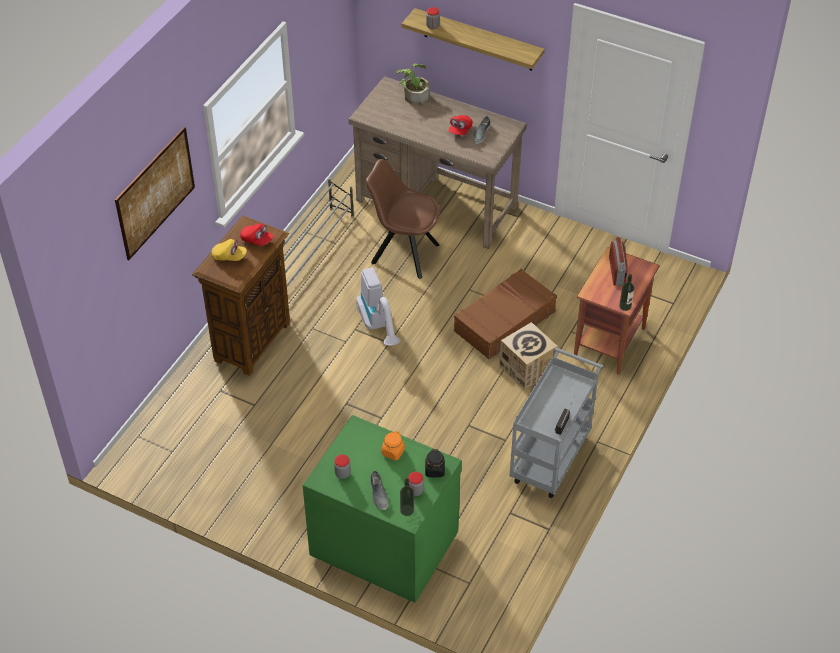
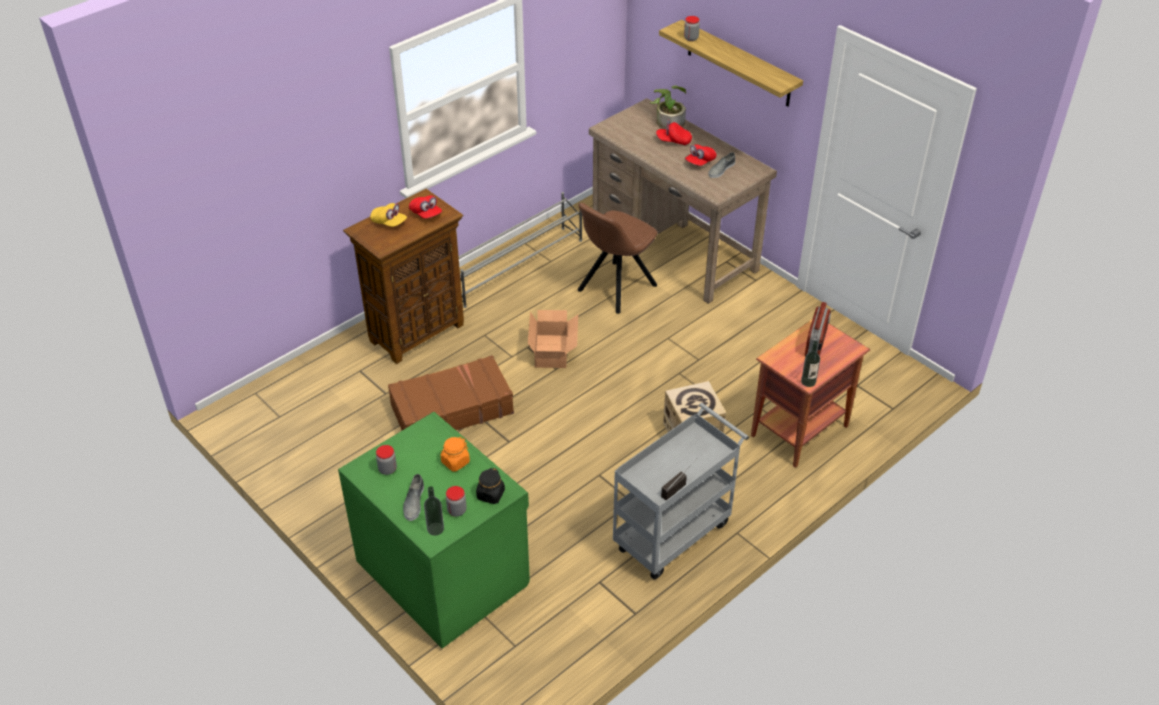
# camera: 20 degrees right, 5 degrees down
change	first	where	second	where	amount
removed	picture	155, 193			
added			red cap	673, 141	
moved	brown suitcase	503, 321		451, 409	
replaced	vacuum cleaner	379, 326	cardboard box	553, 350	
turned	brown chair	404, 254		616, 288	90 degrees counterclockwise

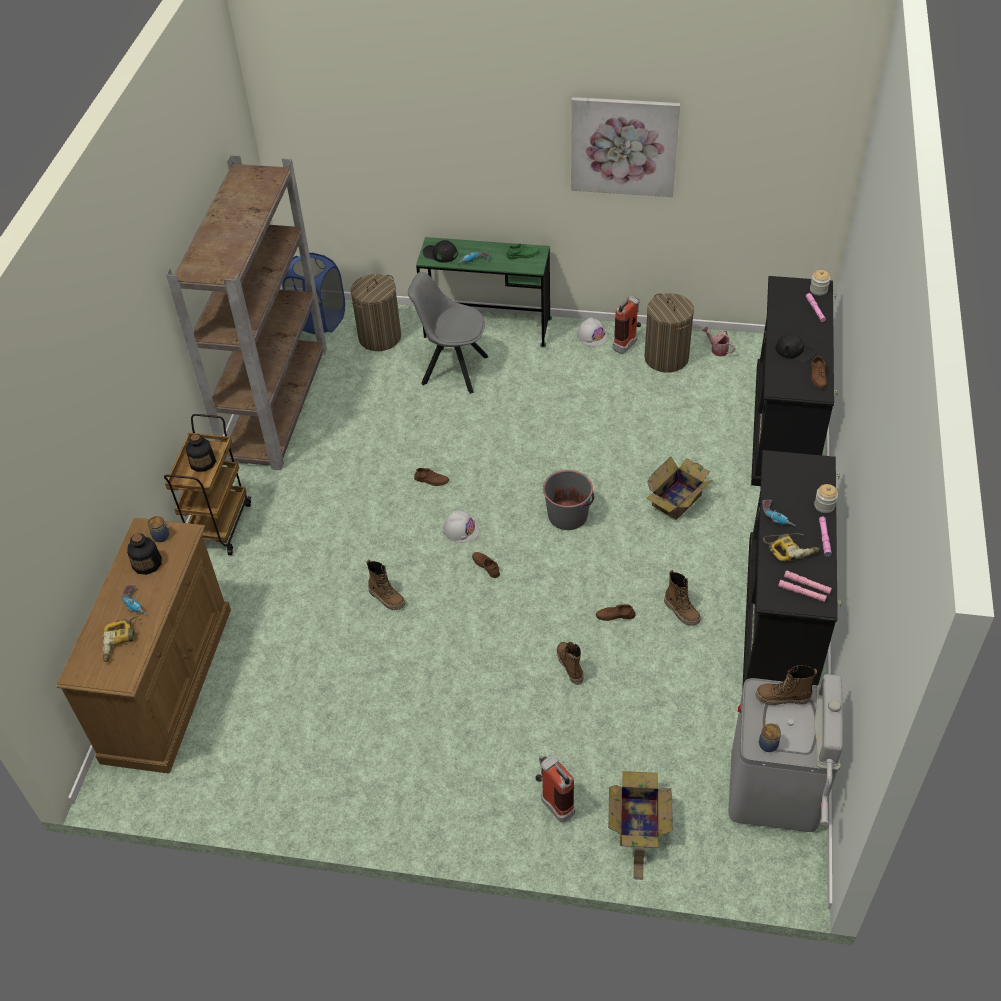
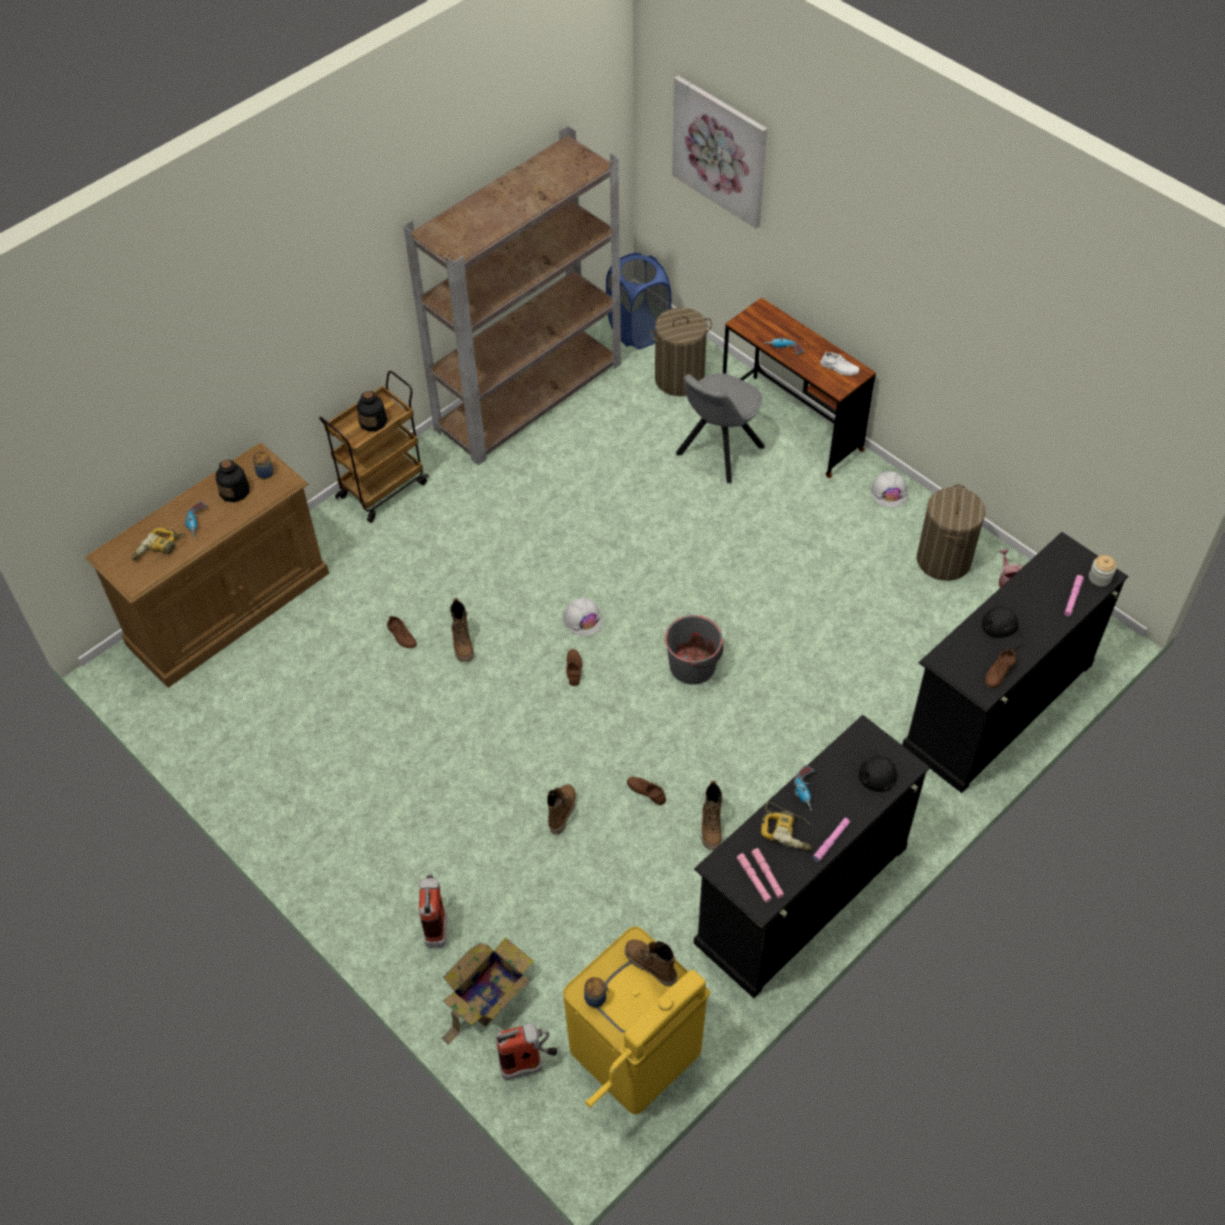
# camera: 35 degrees right, 5 degrees up
change	first	where	second	where	amount
removed	cardboard box	678, 499			
removed	jar	824, 506			
moved	brown shoe	431, 480		401, 635	
moved	black cap	440, 254		872, 770	
moved	picture	623, 146		719, 151	
moved	fire extinguisher	628, 343		529, 1065	
recoloured	green desk	487, 328	brown desk	791, 426	
recoloured	green shoe	523, 255	white shoe	839, 368	
recoloured	grey washing machine	774, 792	yellow washing machine	634, 1054	
turned	grey chair	453, 369		718, 452	105 degrees counterclockwise

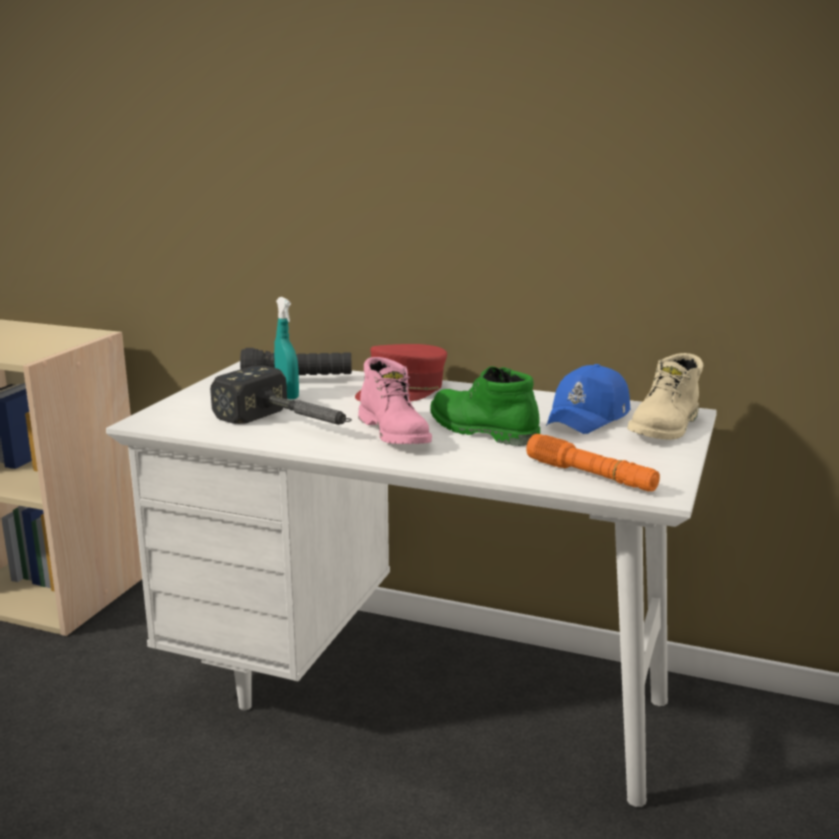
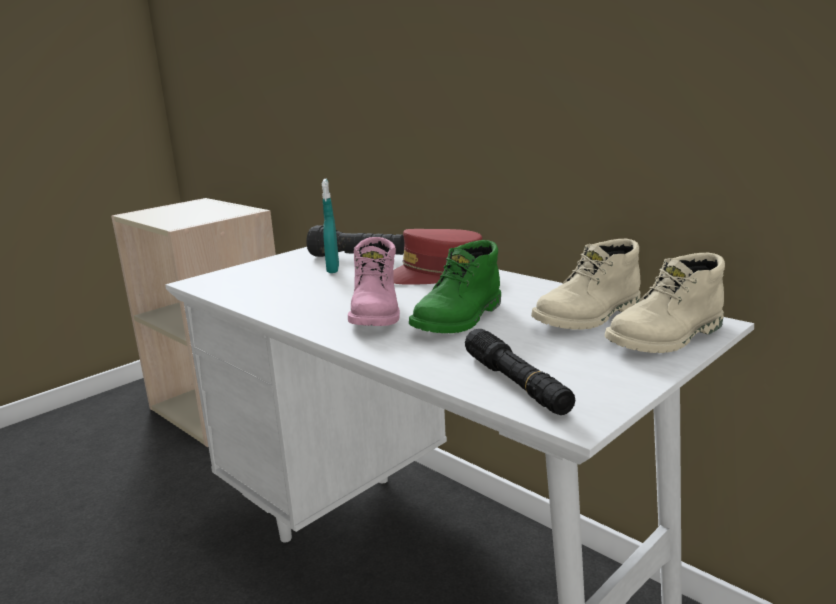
# camera: 25 degrees right, 0 degrees up
change	first	where	second	where	amount
removed	hammer	291, 425			
replaced	blue cap	589, 417	beige boot	589, 316	
recoloured	orange flashlight	590, 475	black flashlight	516, 384	
turned	green boot	481, 430		460, 319	120 degrees counterclockwise

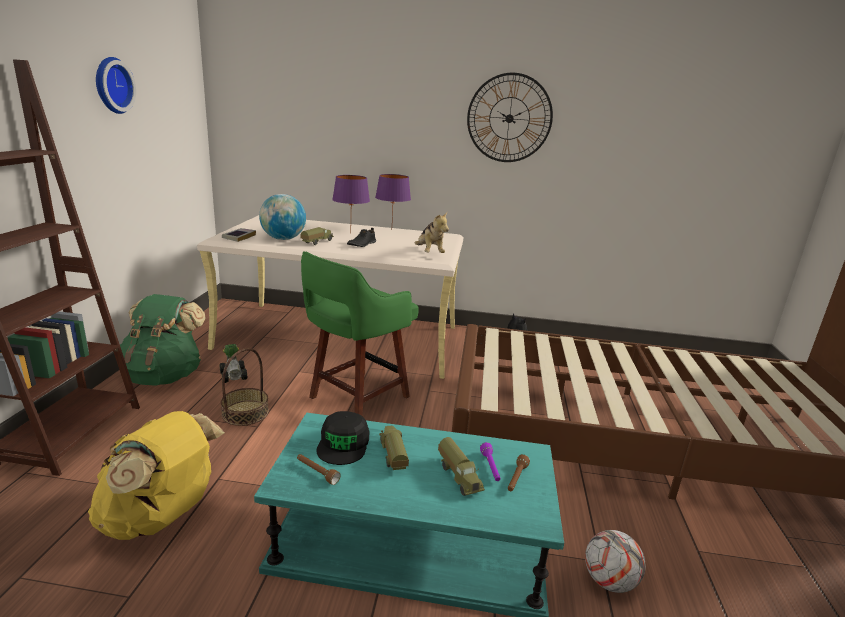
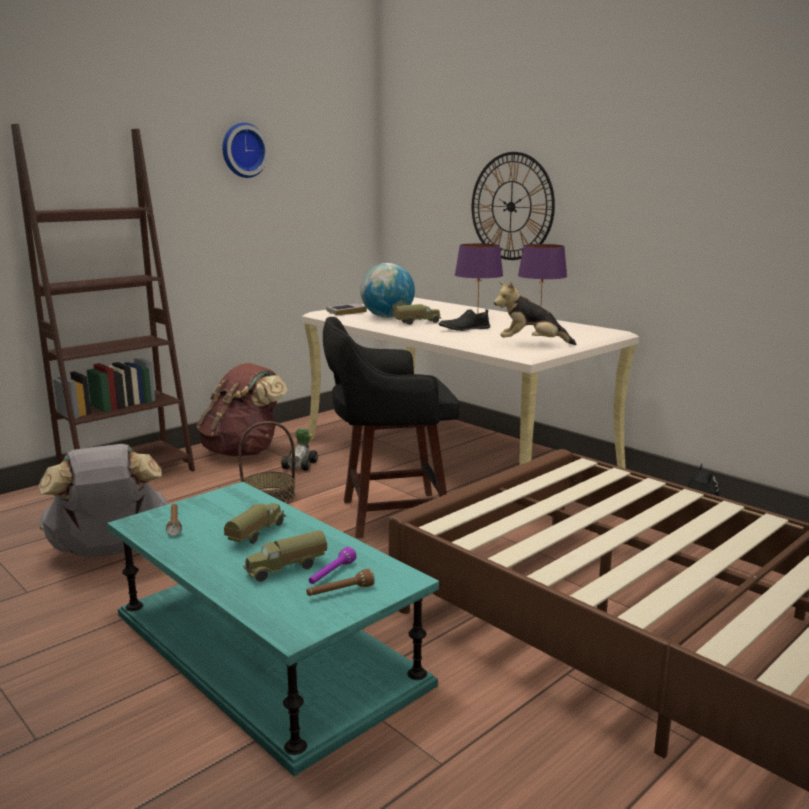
# camera: 40 degrees right, 5 degrees down
change	first	where	second	where	amount
removed	black cap	343, 444			
removed	football	609, 581			
moved	wall clock	509, 118		511, 206	
recoloured	yellow backpack	162, 517	grey backpack	109, 551	
recoloured	green backpack	164, 376	brown backpack	243, 452	
recoloured	green stool	356, 399	black stool	389, 515	
turned	plush toy	429, 253		531, 344	75 degrees clockwise
turned	toy truck	459, 476		287, 569	45 degrees clockwise

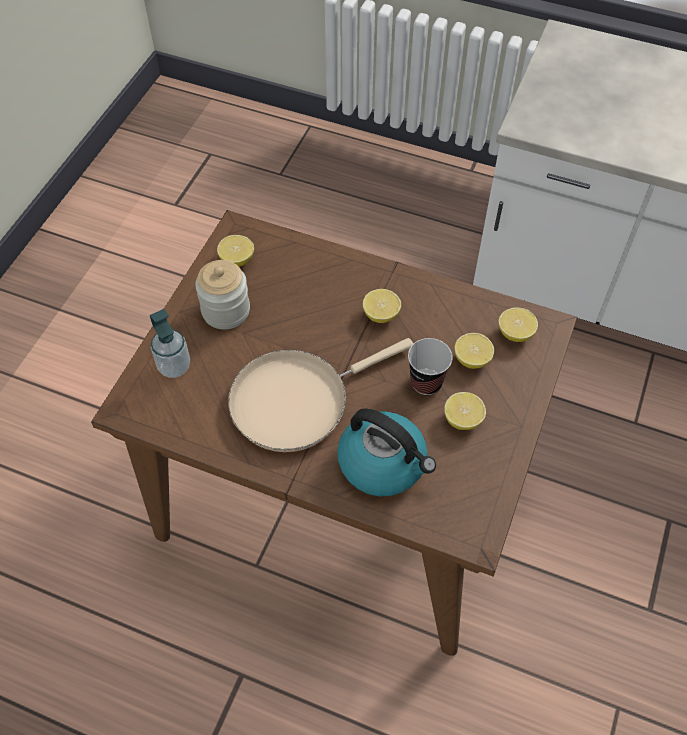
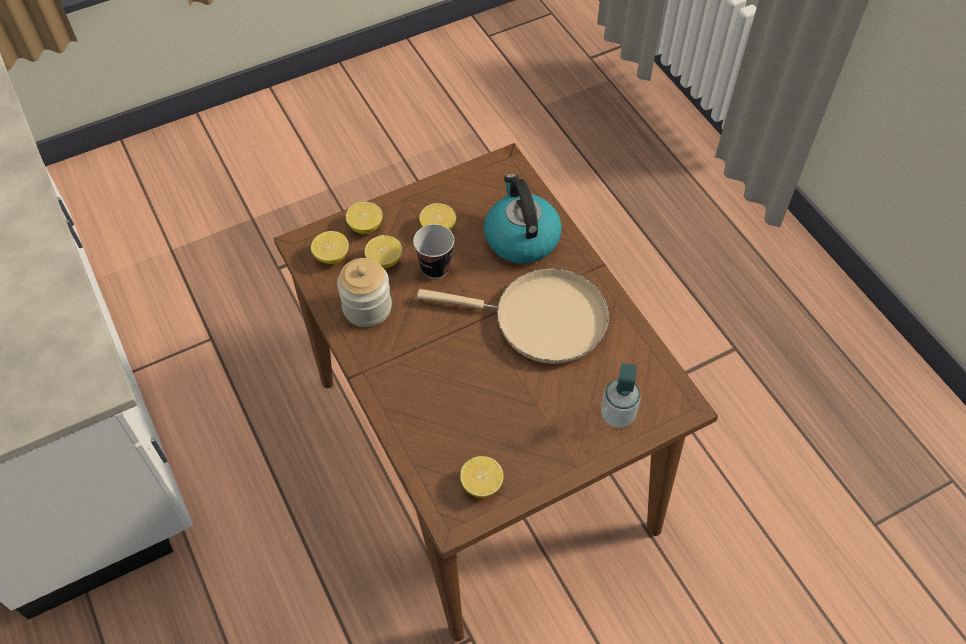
# camera: 140 degrees left, 0 degrees up
change	first	where	second	where	amount
moved	jar	226, 311		367, 307	
moved	lemon	381, 314		365, 226	

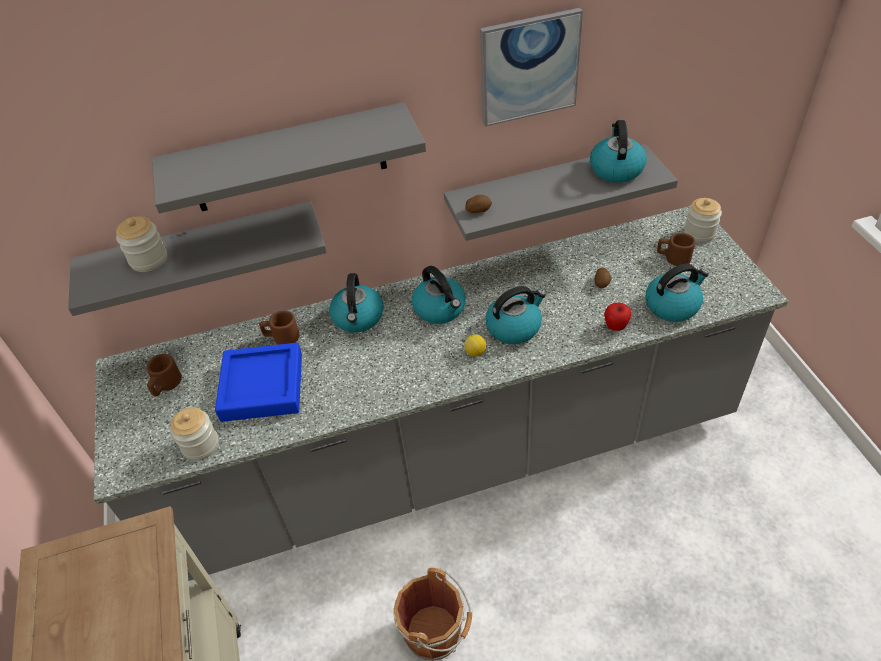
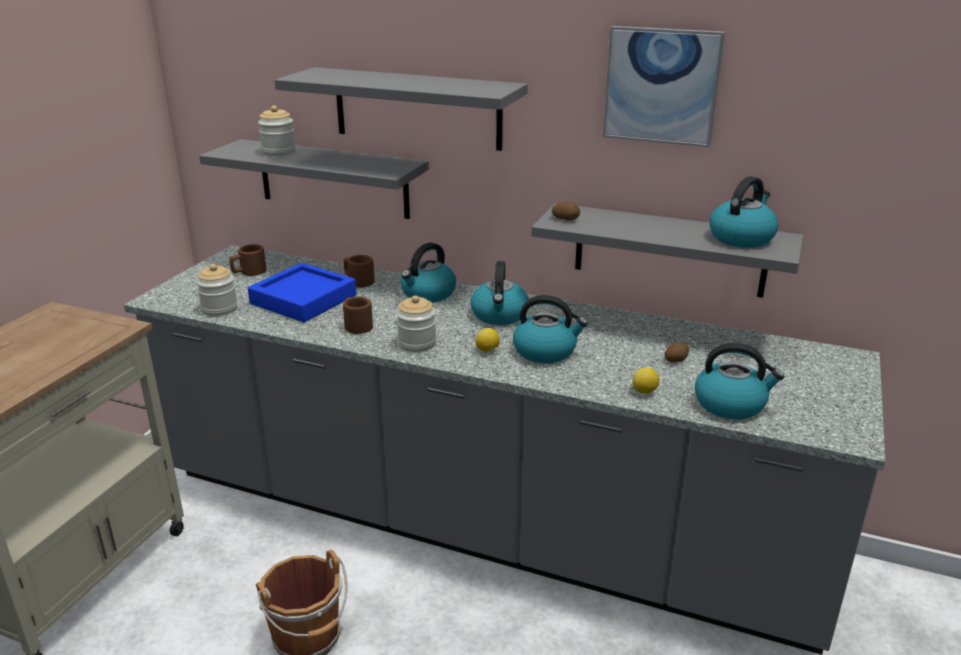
# camera: 35 degrees right, 20 degrees down
change	first	where	second	where	amount
moved	brown mug	673, 257		356, 325	
moved	jar	699, 233		417, 343	
replaced	apple	615, 326	lemon	644, 392	

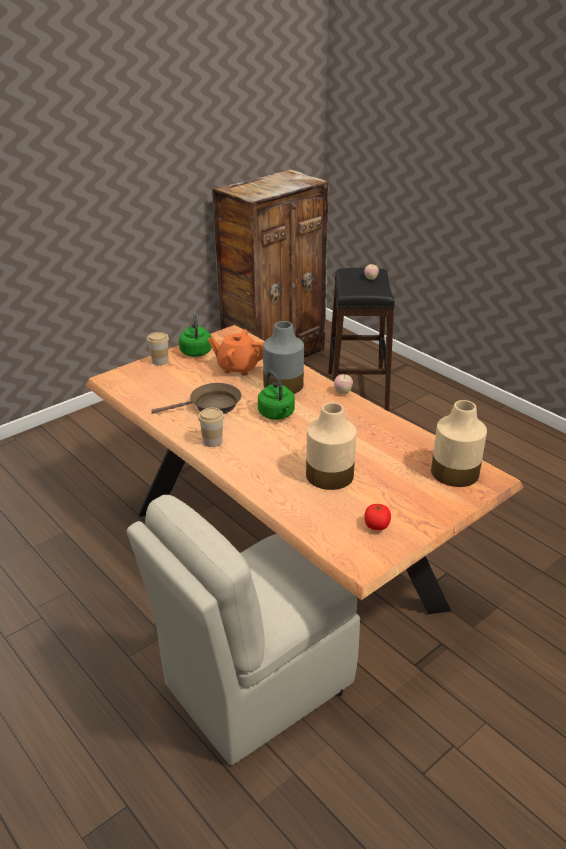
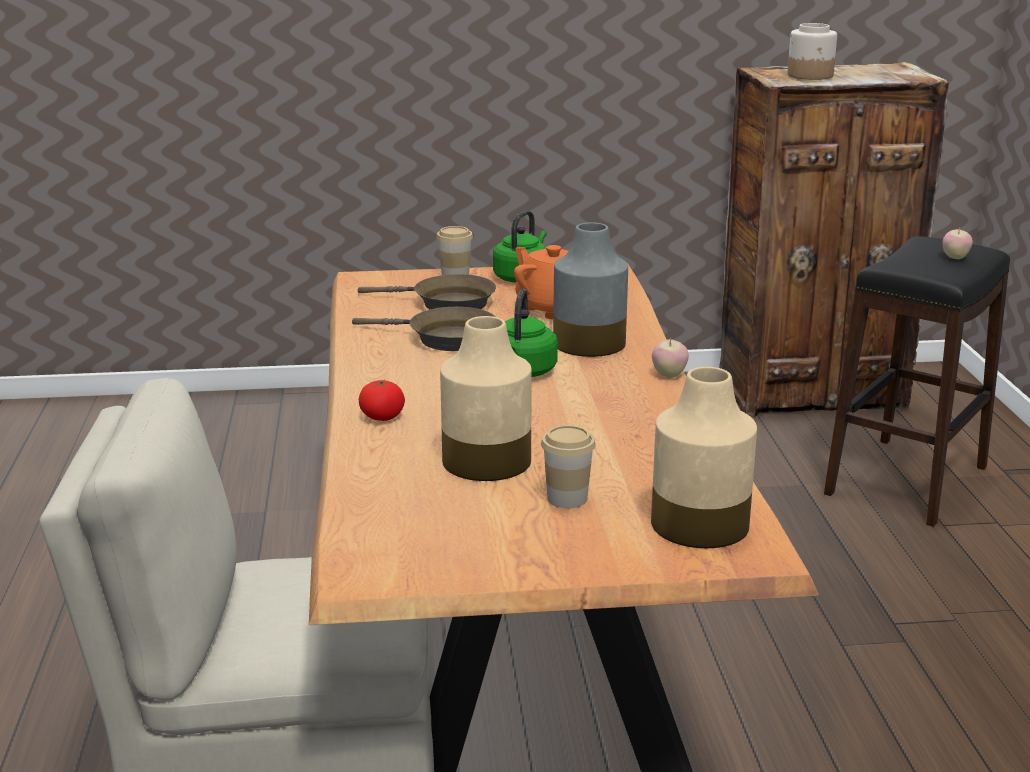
# camera: 35 degrees right, 10 degrees down
change	first	where	second	where	amount
added			brown frying pan	447, 303	
added			jar	810, 75	
moved	cup	212, 441		567, 498	
moved	tomato	376, 526		382, 417	

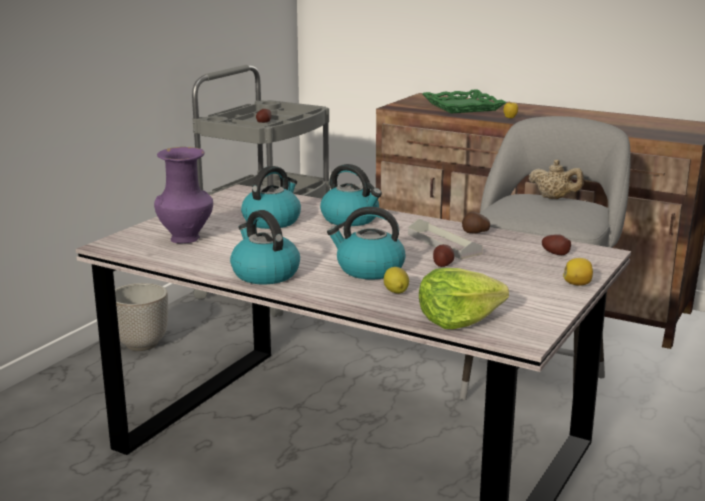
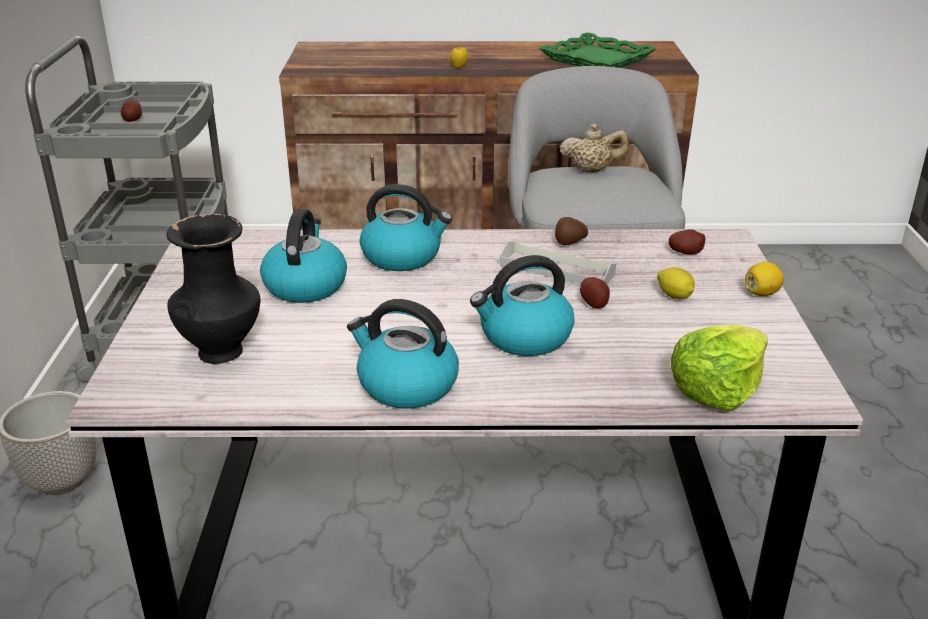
# camera: 30 degrees left, 10 degrees up
change	first	where	second	where	amount
moved	lemon	396, 291		674, 296	
moved	green tray	463, 107		597, 59	
recoloured	purple vase	186, 238	black vase	222, 350	

